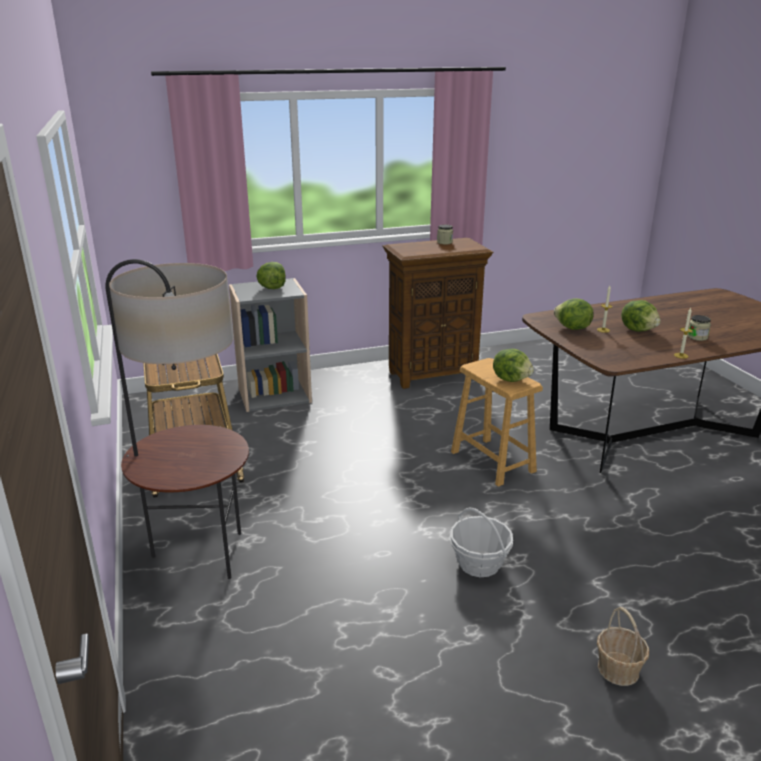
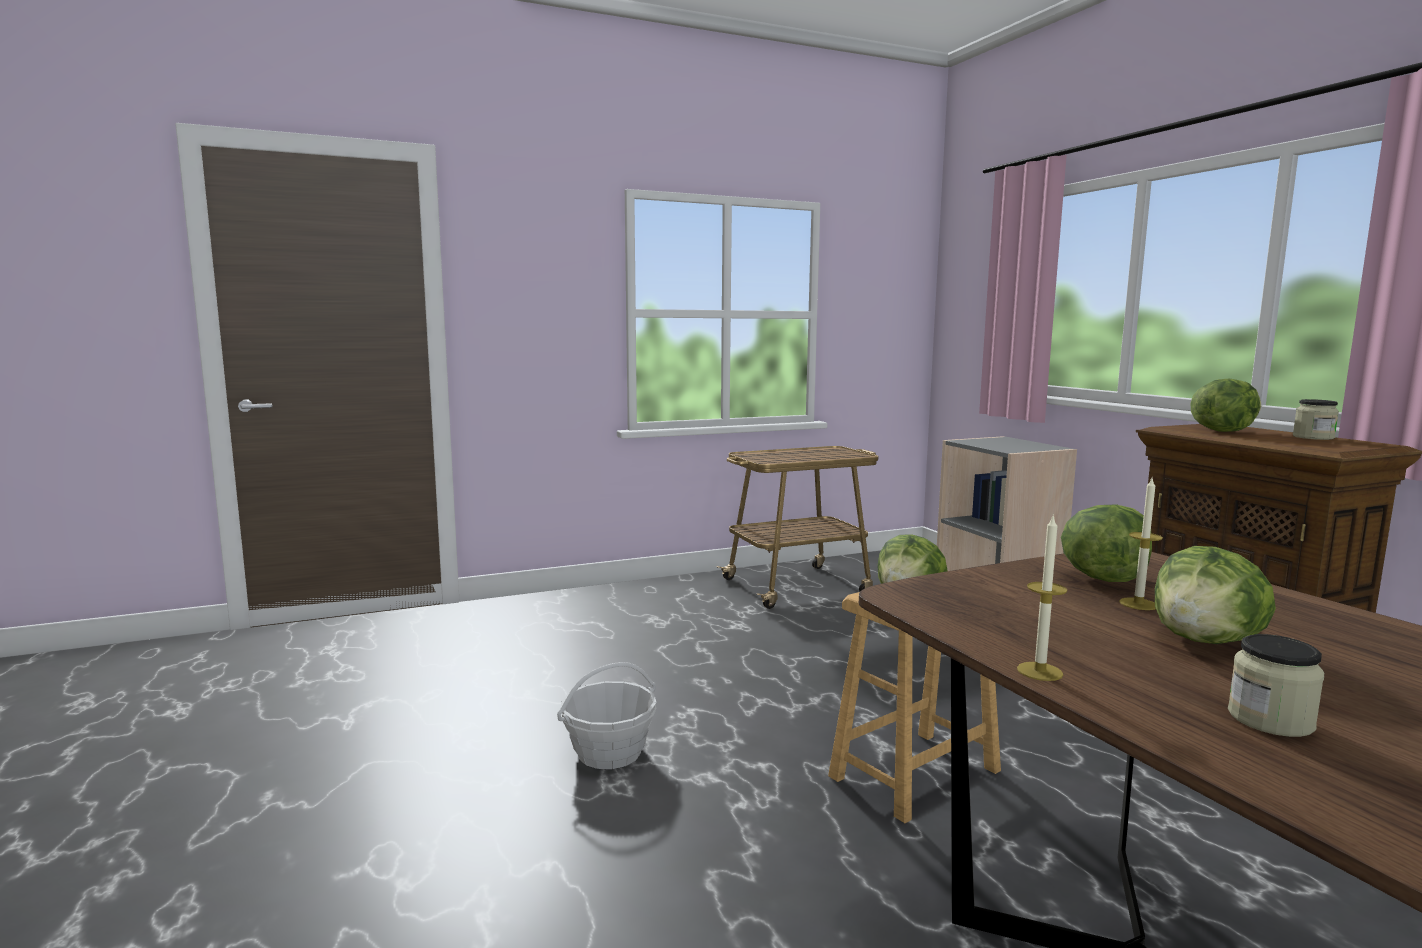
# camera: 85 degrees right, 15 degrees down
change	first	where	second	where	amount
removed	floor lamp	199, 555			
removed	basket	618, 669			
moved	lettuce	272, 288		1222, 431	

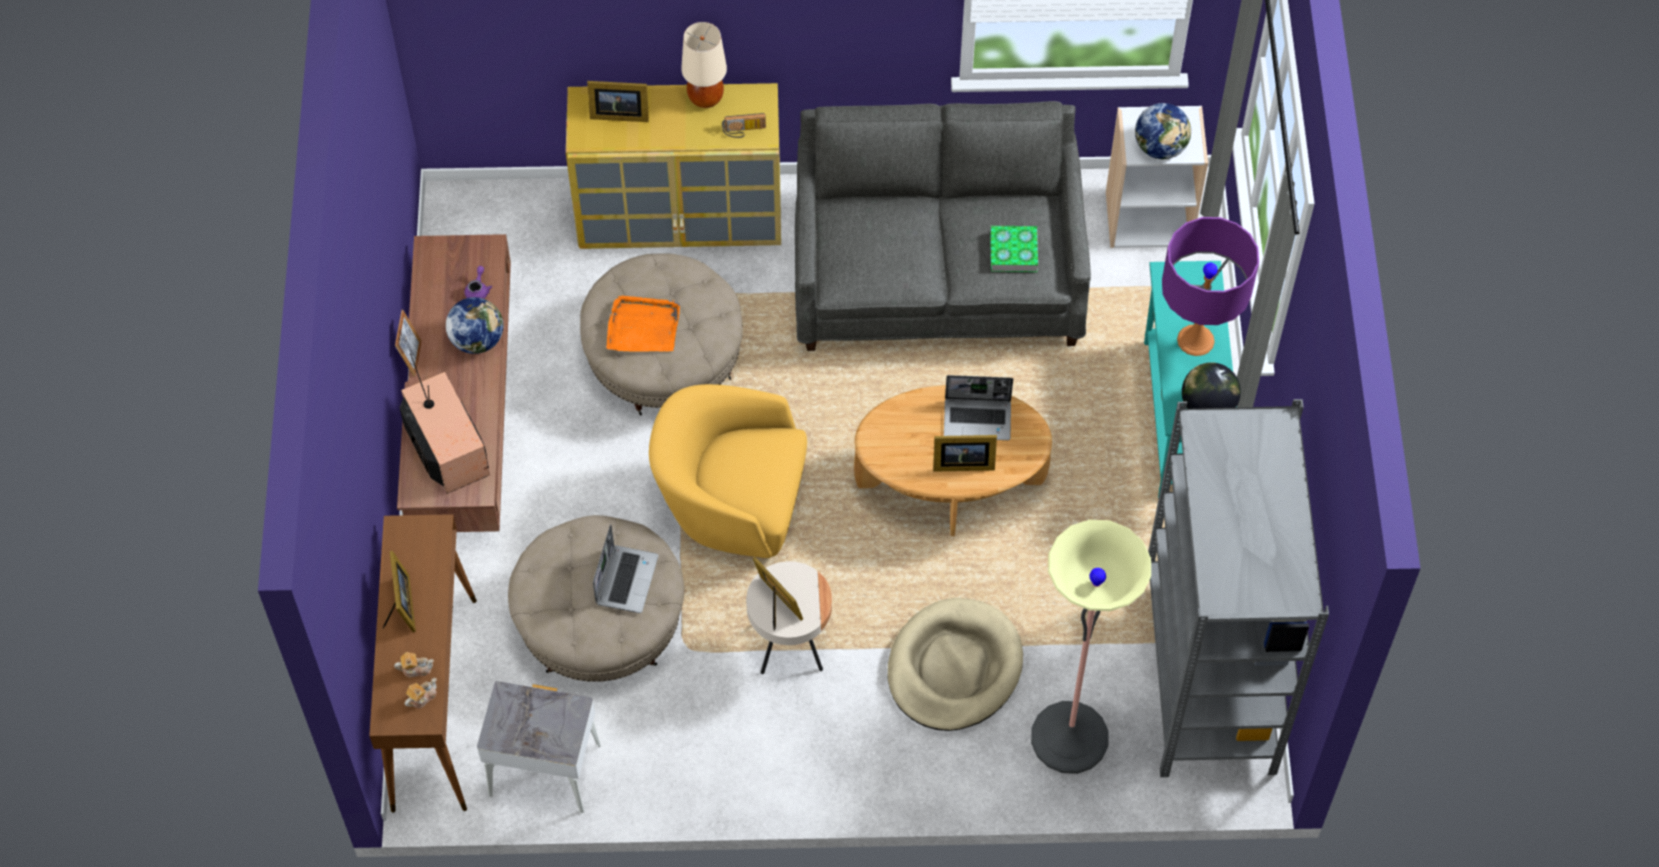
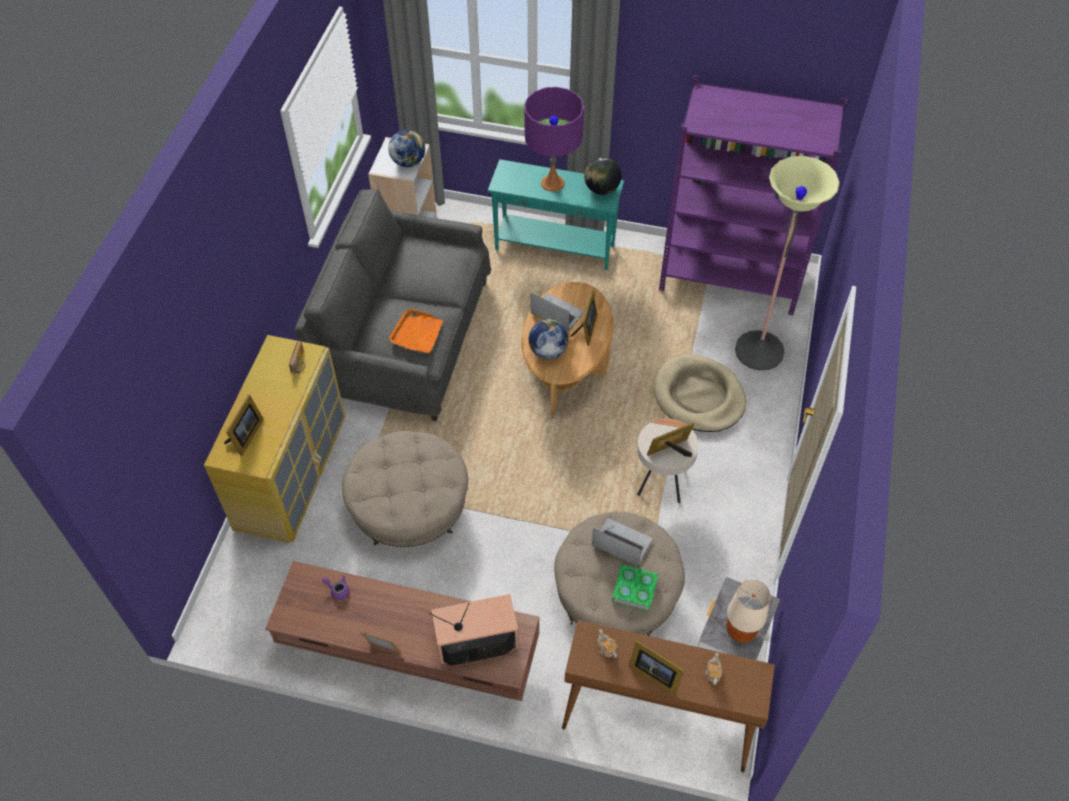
# camera: 75 degrees left, 5 degrees down
change	first	where	second	where	amount
removed	yellow armchair	732, 504			
moved	teapot	422, 697		606, 648	
moved	globe	477, 340		547, 351	
moved	orange tray	643, 327		417, 333	
moved	beige table lamp	705, 98		740, 632	
moved	book	1013, 252		634, 589	
recoloured	grey bookcase	1208, 674	purple bookcase	730, 277	
turned	picture frame	402, 606		654, 673	150 degrees counterclockwise
turned	laptop	978, 419		556, 313	75 degrees counterclockwise

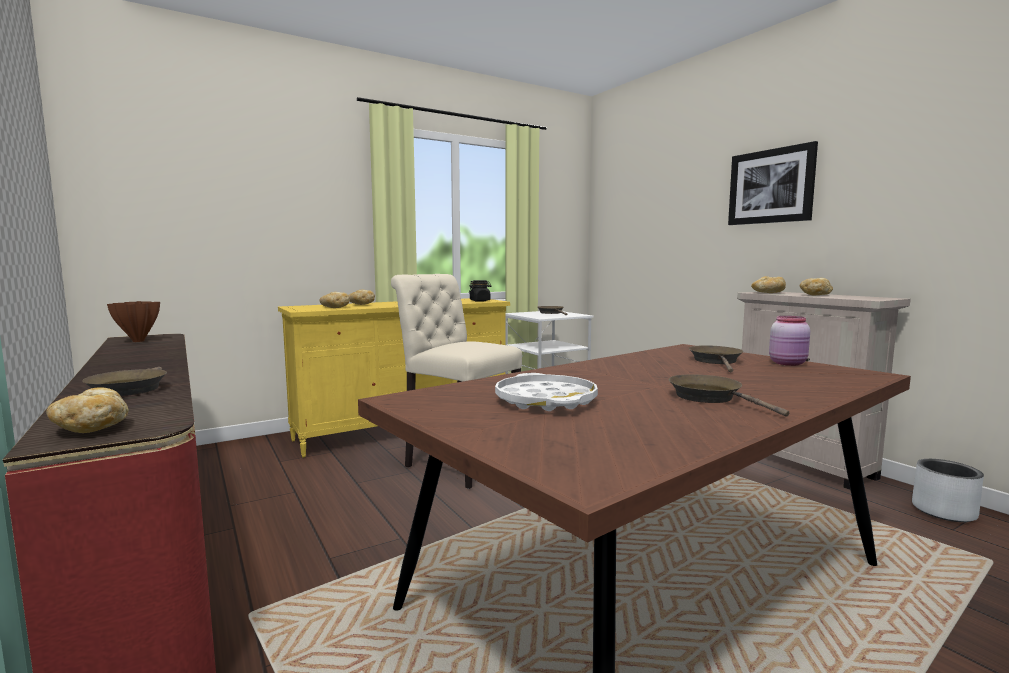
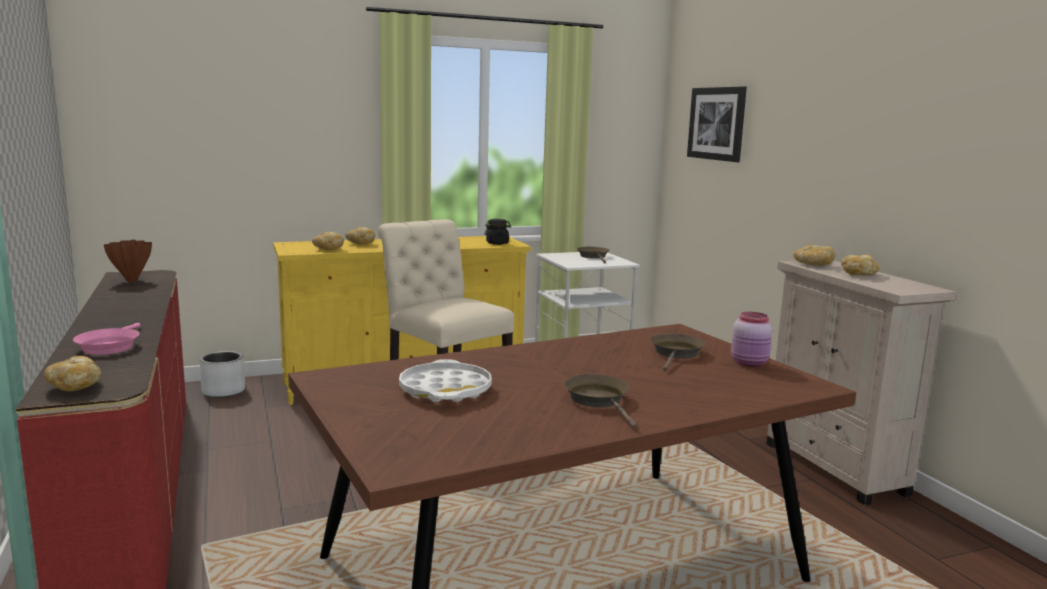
# camera: 10 degrees right, 5 degrees up
change	first	where	second	where	amount
moved	picture	771, 186		717, 123	
moved	grey planter	943, 511		224, 391	
recoloured	brown frying pan	130, 389	pink frying pan	110, 346	

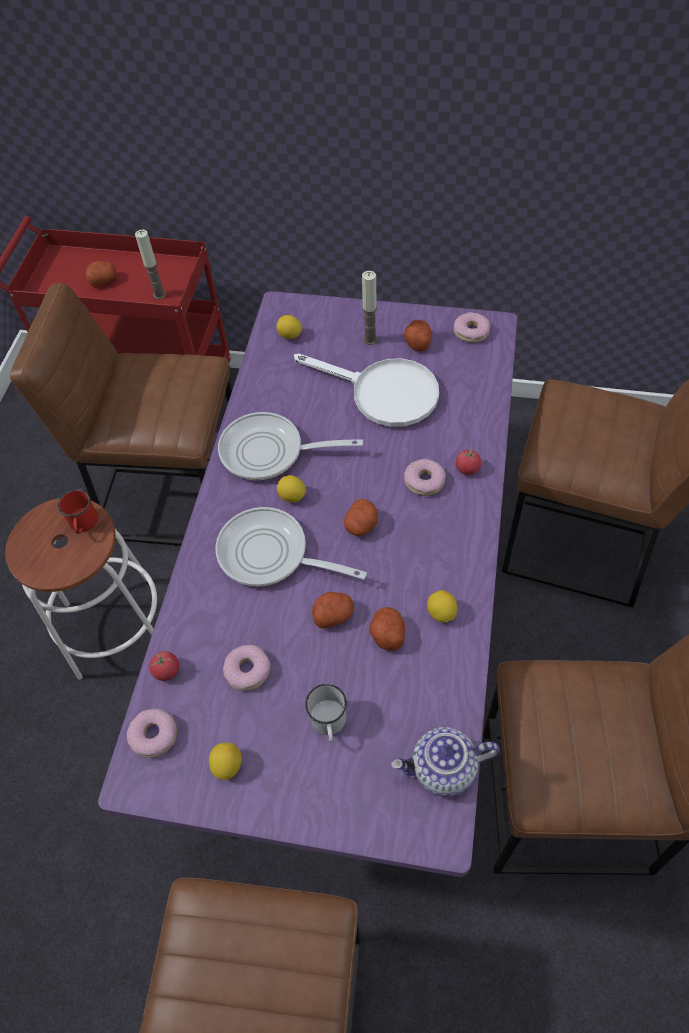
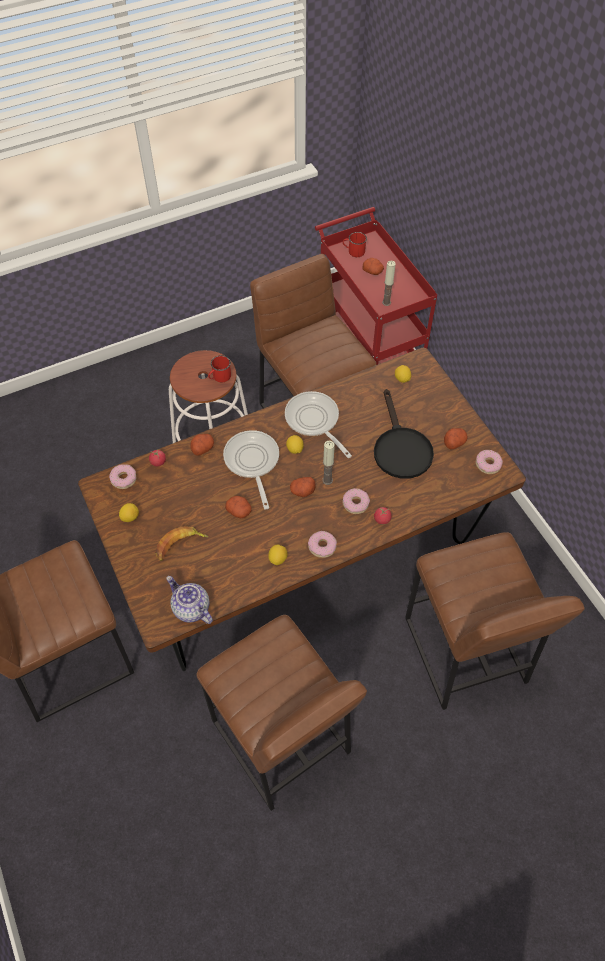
# camera: 50 degrees right, 0 degrees up
change	first	where	second	where	amount
added			red mug	353, 251	
moved	donut	248, 671		322, 546	
moved	candle	370, 339		327, 480	
moved	potato	387, 633		202, 448	
replaced	white mug	329, 723	banana	179, 545	
recoloured	purple dining table	355, 630	brown dining table	302, 561	
recoloured	white frying pan	383, 393	black frying pan	400, 448	

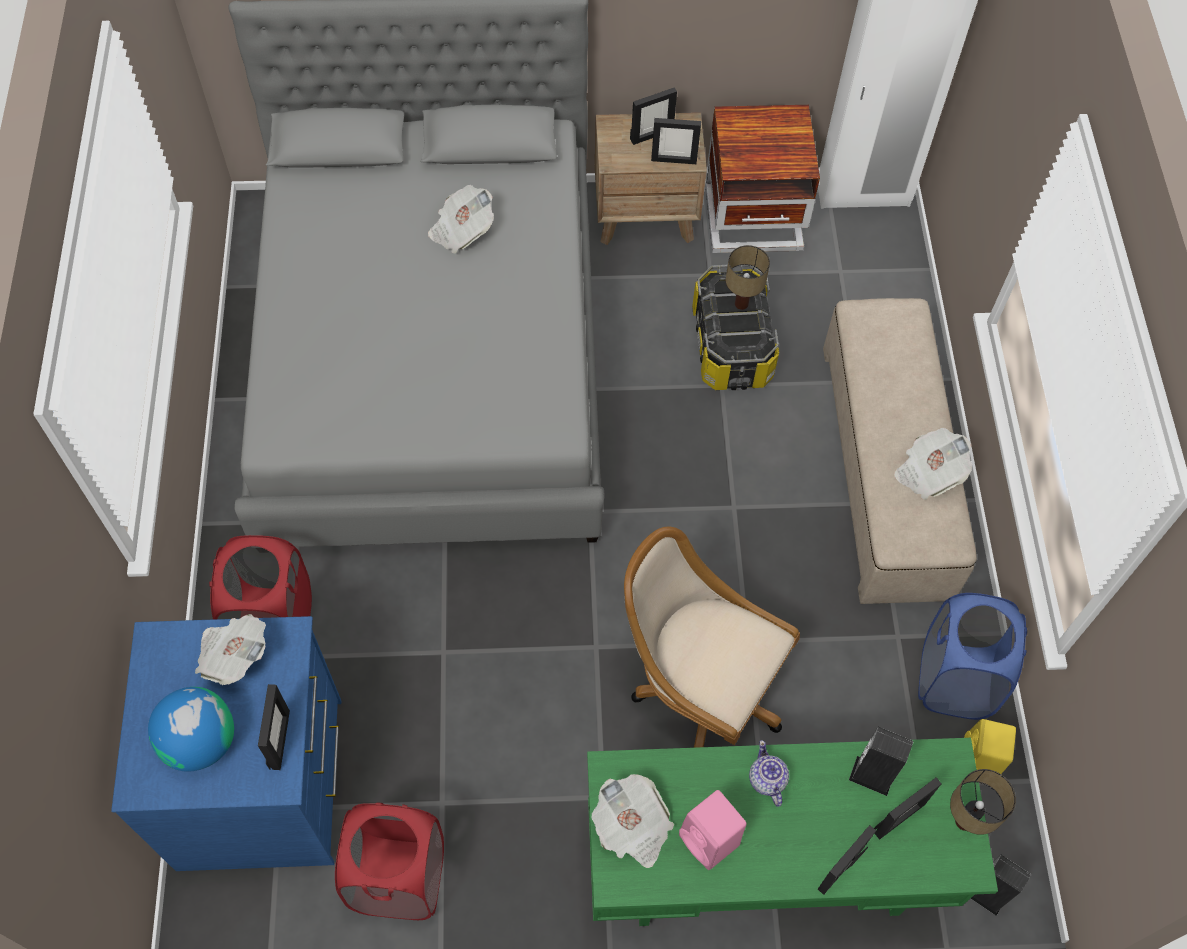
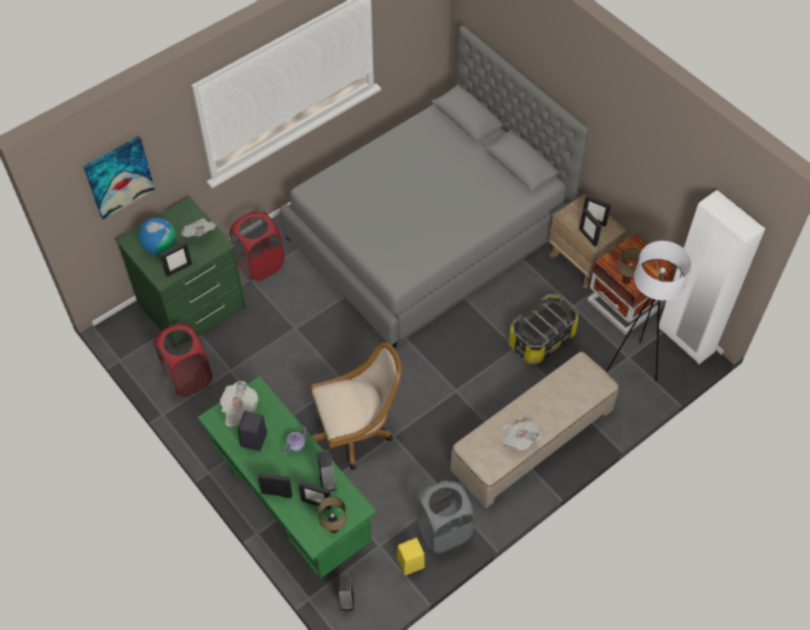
# camera: 55 degrees right, 5 degrees down
change	first	where	second	where	amount
removed	newspaper	461, 230			
added			picture	119, 177	
added			white floor lamp	633, 364	
moved	table lamp	742, 304		626, 281	
recoloured	blue dresser	264, 783	green dresser	192, 307	
recoloured	pink speaker	710, 841	black speaker	254, 440	
recoloured	blue laundry basket	954, 680	grey laundry basket	443, 531	
turned	office chair	699, 685		356, 430	75 degrees clockwise

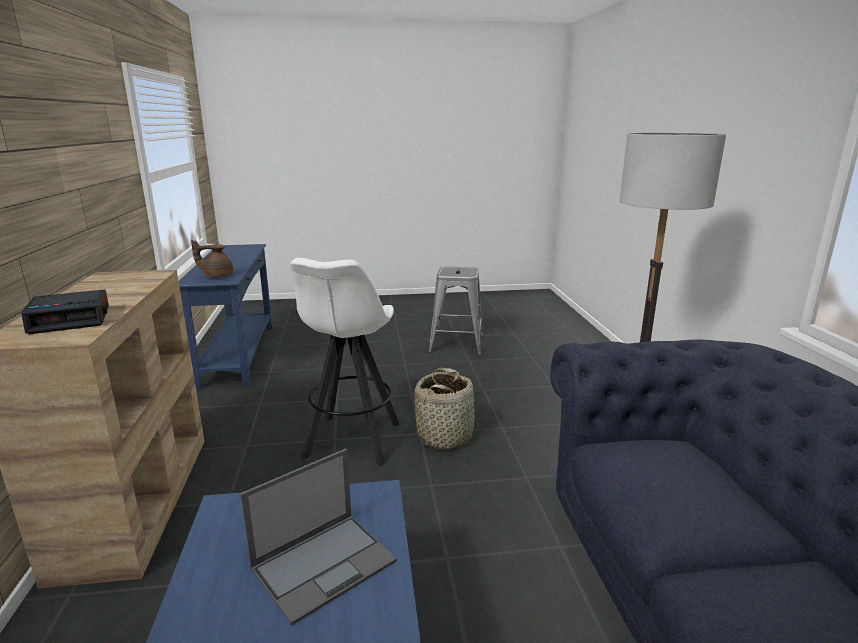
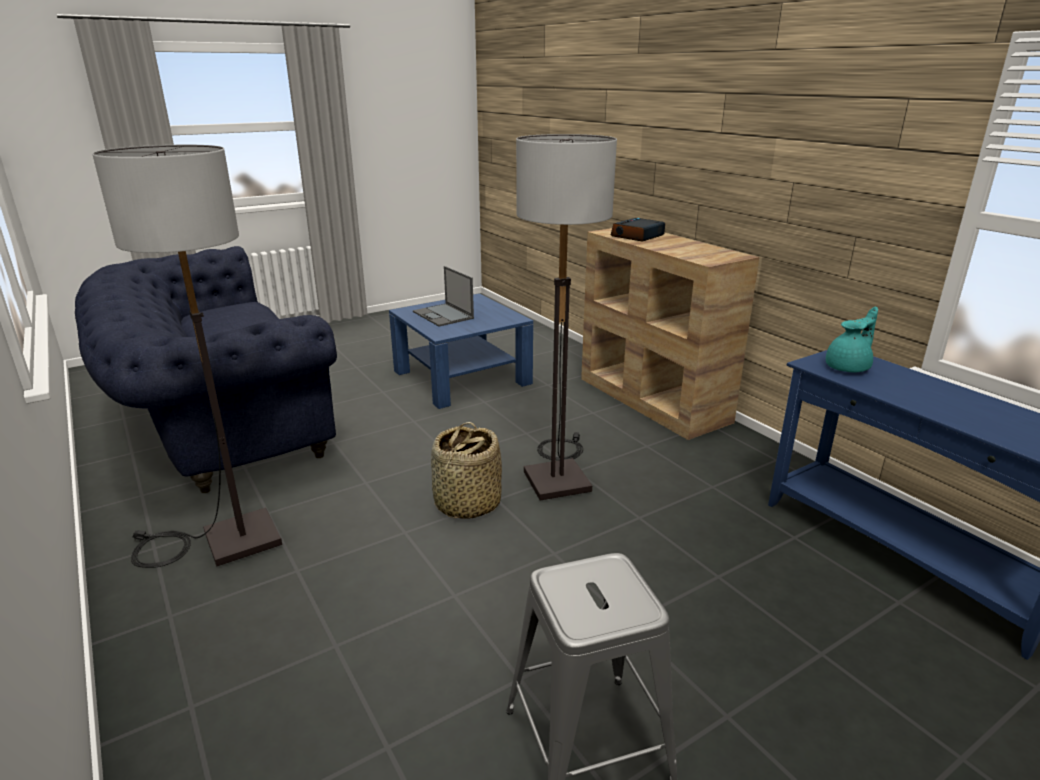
# camera: 155 degrees right, 5 degrees up
change	first	where	second	where	amount
replaced	white stool	351, 441	floor lamp	558, 472	
recoloured	brown teapot	217, 276	turquoise teapot	849, 368	
turned	laptop	325, 564		443, 315	60 degrees counterclockwise

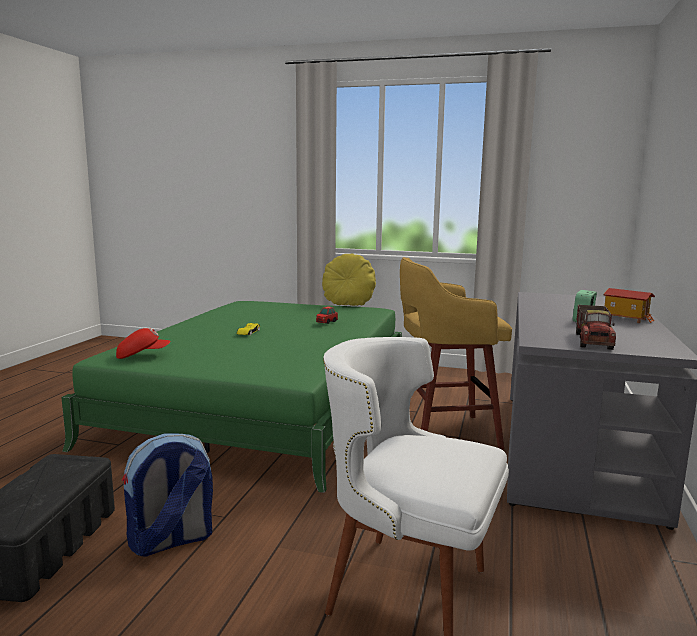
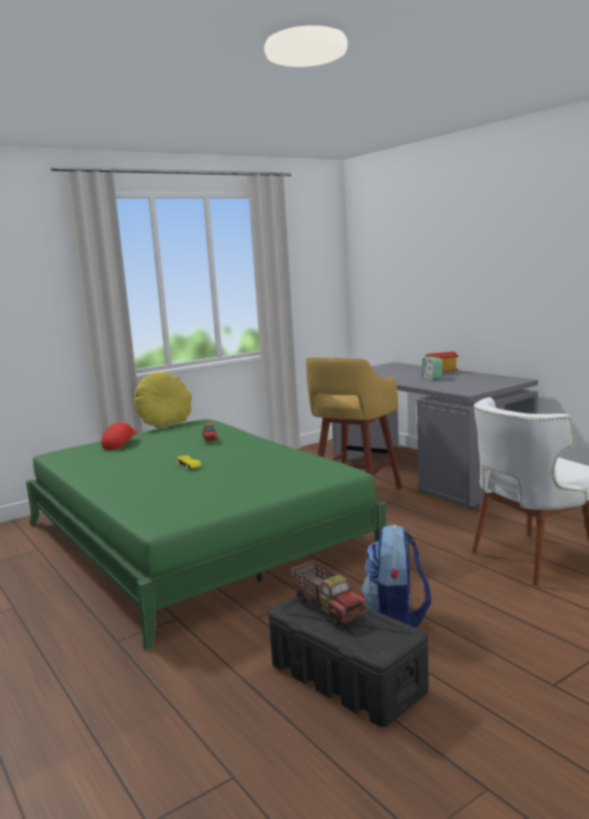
# camera: 50 degrees left, 0 degrees up
change	first	where	second	where	amount
moved	red cap	142, 356		120, 444	
moved	toy truck	593, 341		328, 607	

